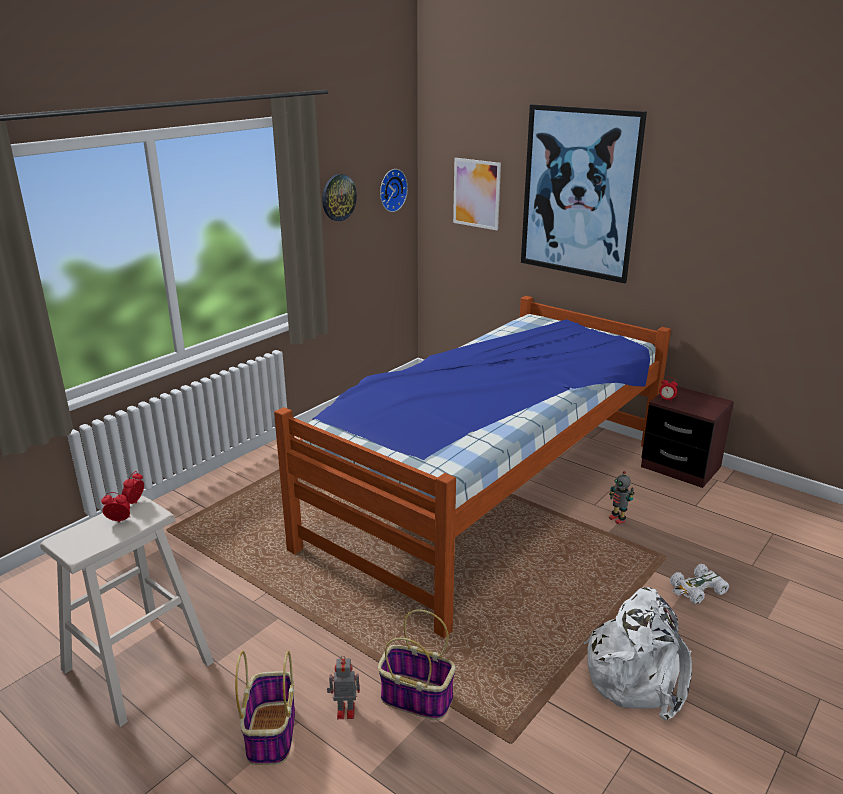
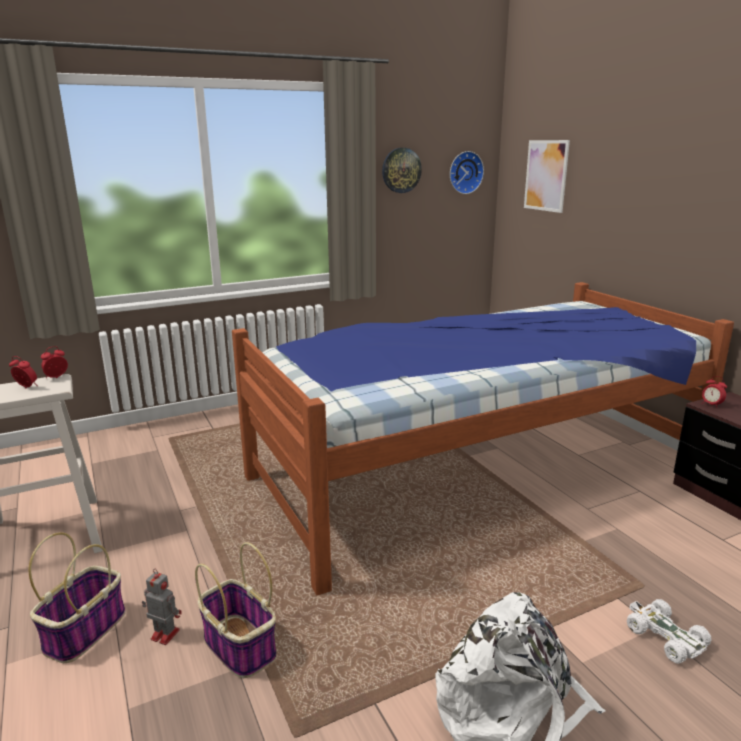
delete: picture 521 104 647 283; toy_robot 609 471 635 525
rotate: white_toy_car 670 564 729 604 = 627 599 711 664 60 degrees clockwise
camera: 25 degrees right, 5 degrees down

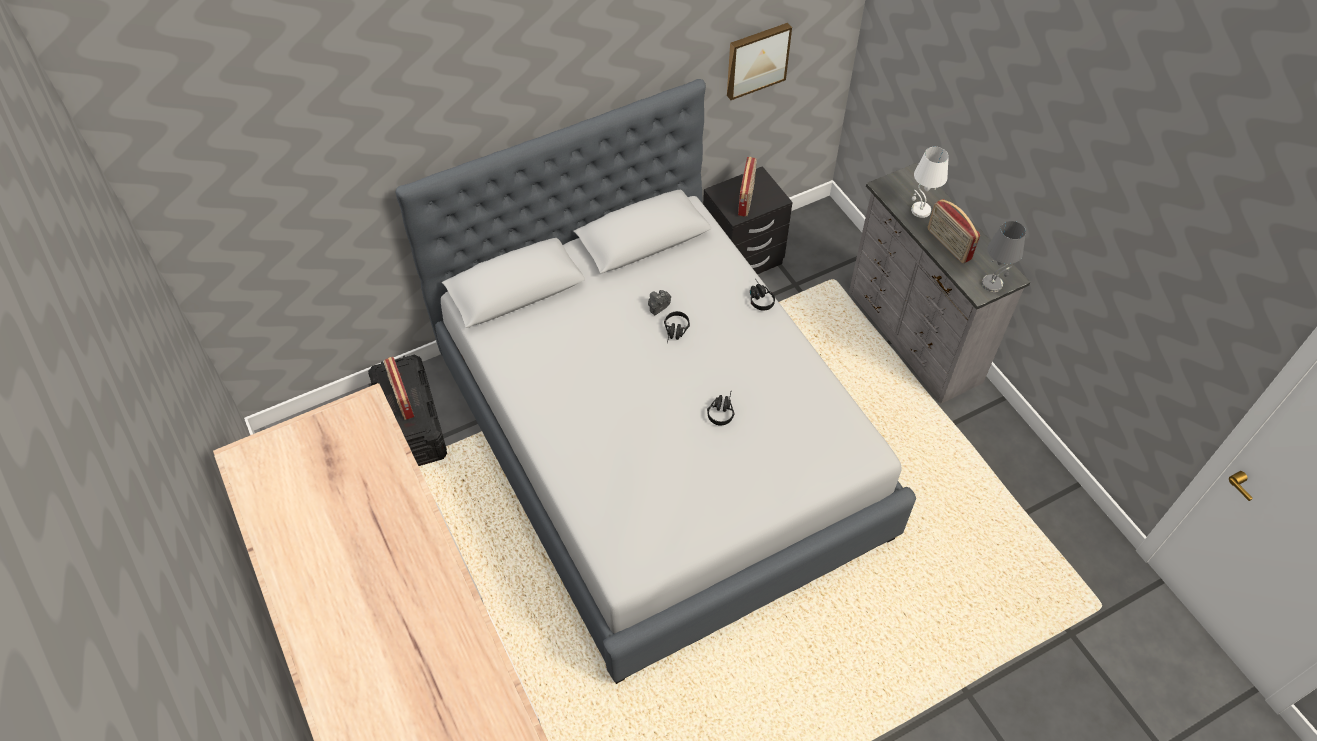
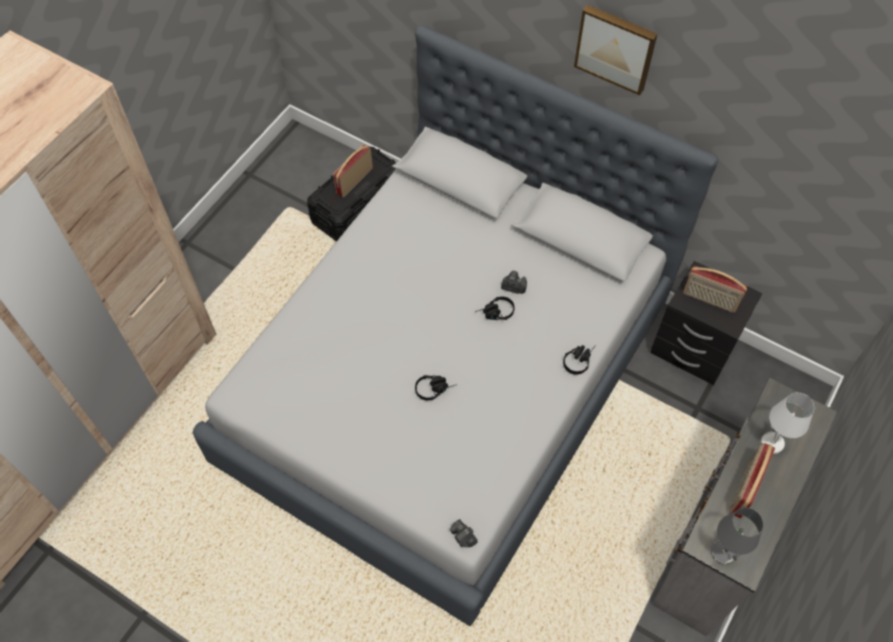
insert: photo_camera 450 519 478 547
move: picture 727 23 792 100 to 574 5 657 95
rotate: radio 738 157 757 217 = 683 266 747 313 45 degrees clockwise
camera: 60 degrees right, 5 degrees up

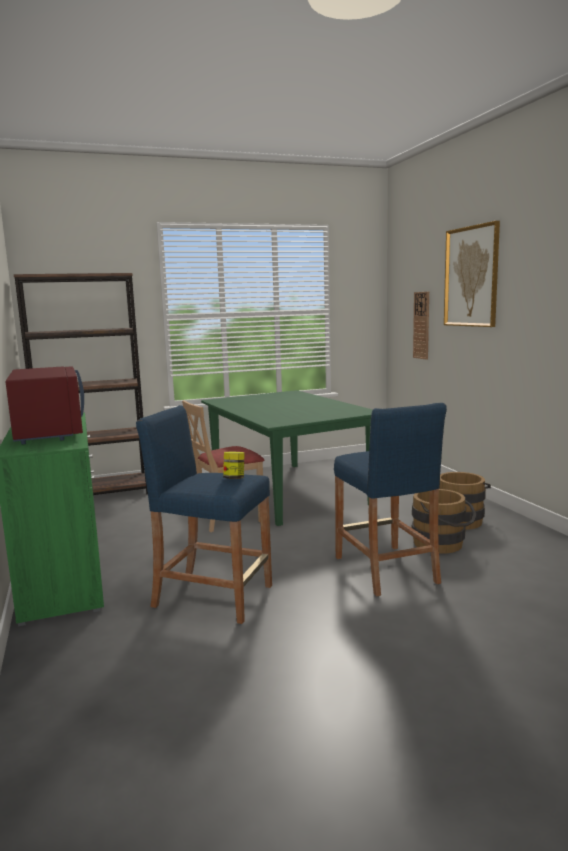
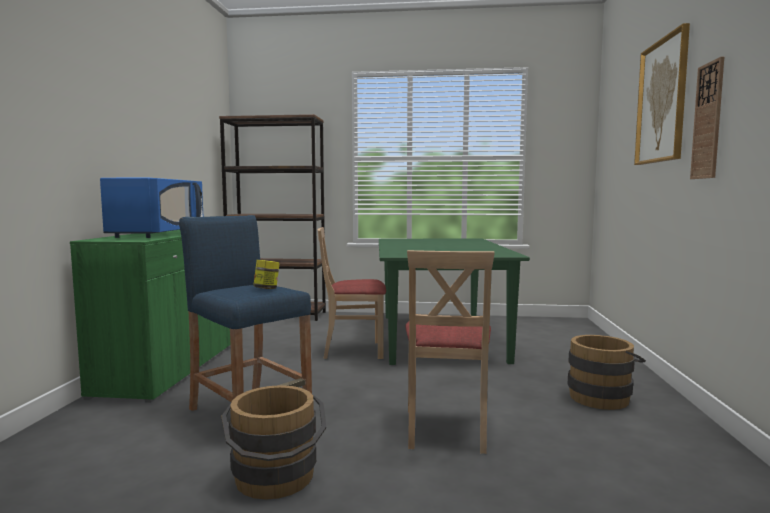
move: brown_bucket 412 489 476 554 to 221 385 326 500; wall_clock 413 292 429 360 to 690 57 724 179
replace: blue_stool 334 403 447 596 to beige_chair 405 250 495 454
recolor: red_microwave 5 366 84 444 to blue_microwave 100 178 203 238
camera: 25 degrees right, 5 degrees down

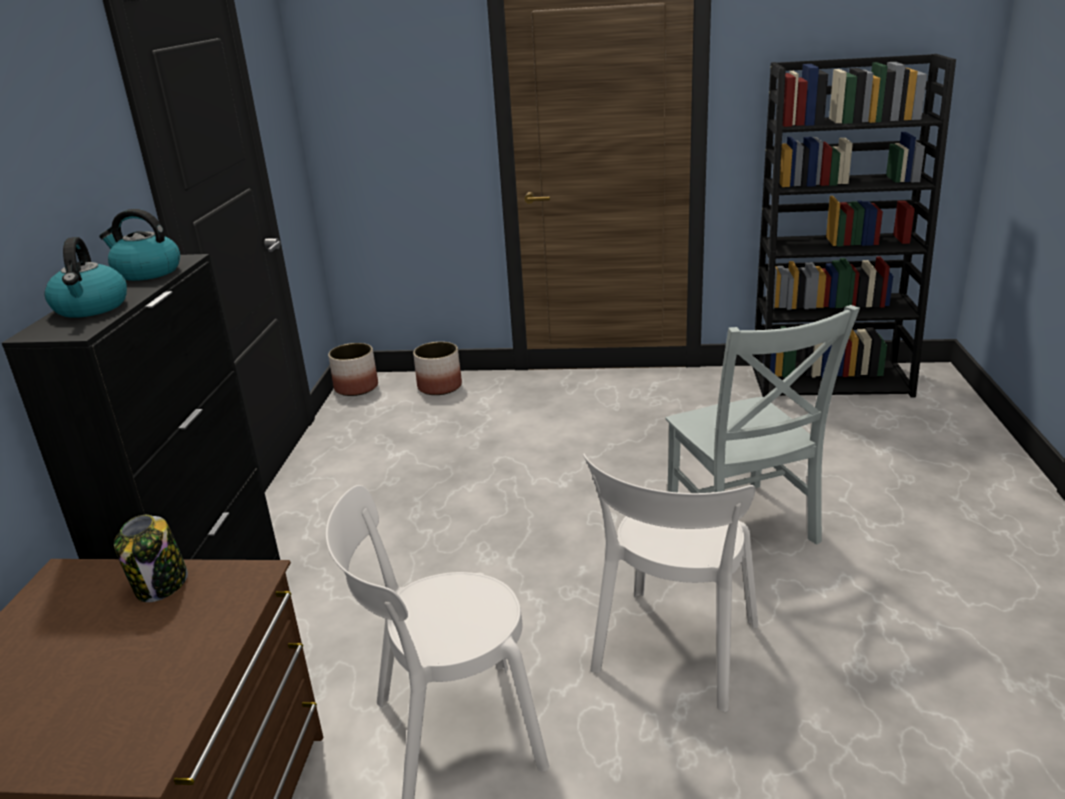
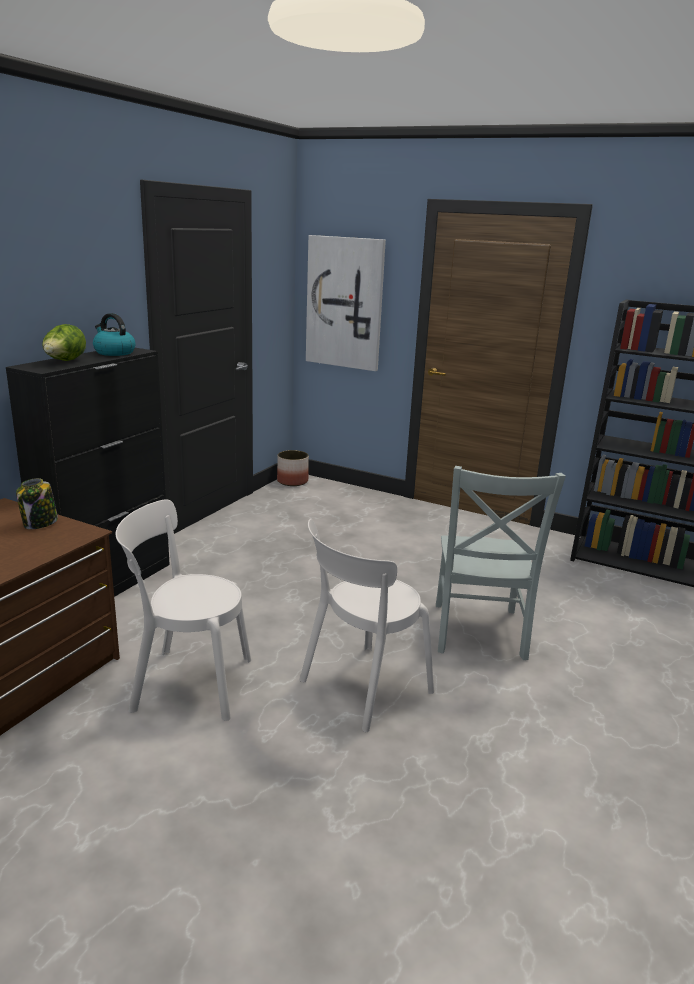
delete: planter 413 342 462 395
insert: picture 306 235 386 371
replace: kettle 45 237 127 318 to lettuce 42 324 86 361
camera: 20 degrees right, 5 degrees down

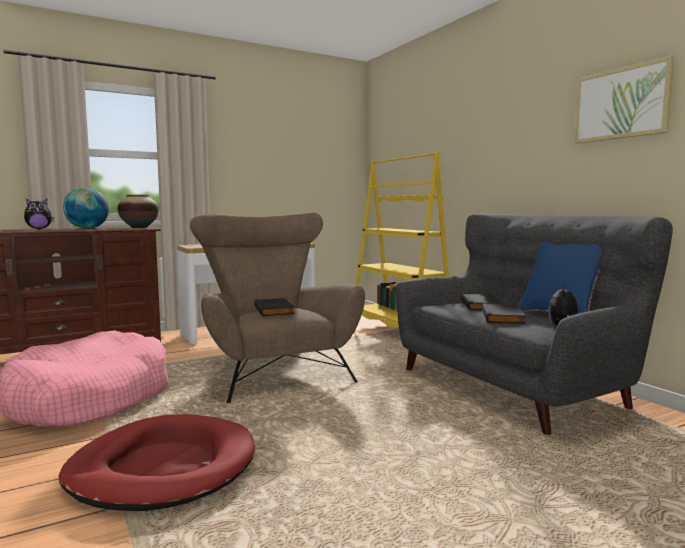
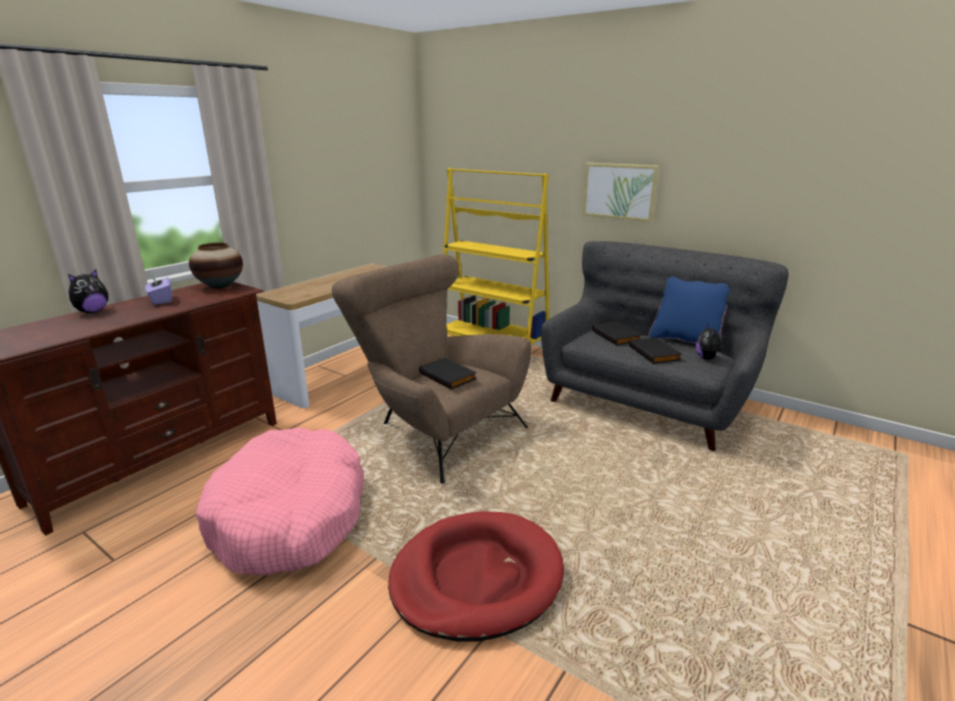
move: picture 574 55 675 144 to 583 163 659 222
replace: globe 63 187 109 229 to purple_tissue_box 145 274 172 305
camera: 25 degrees left, 15 degrees up

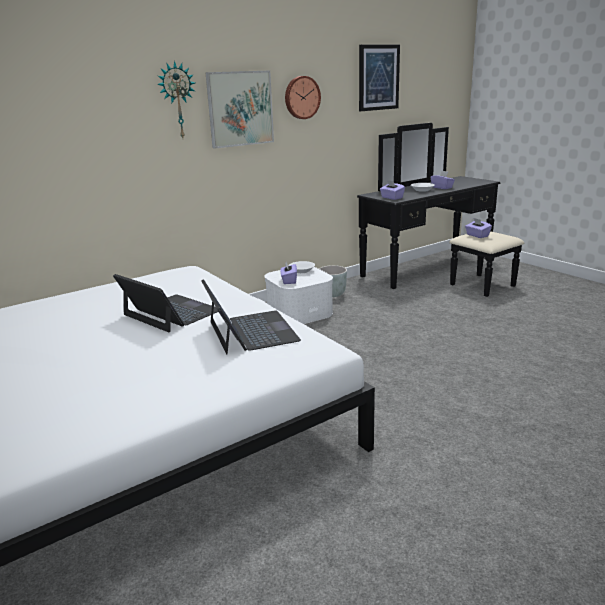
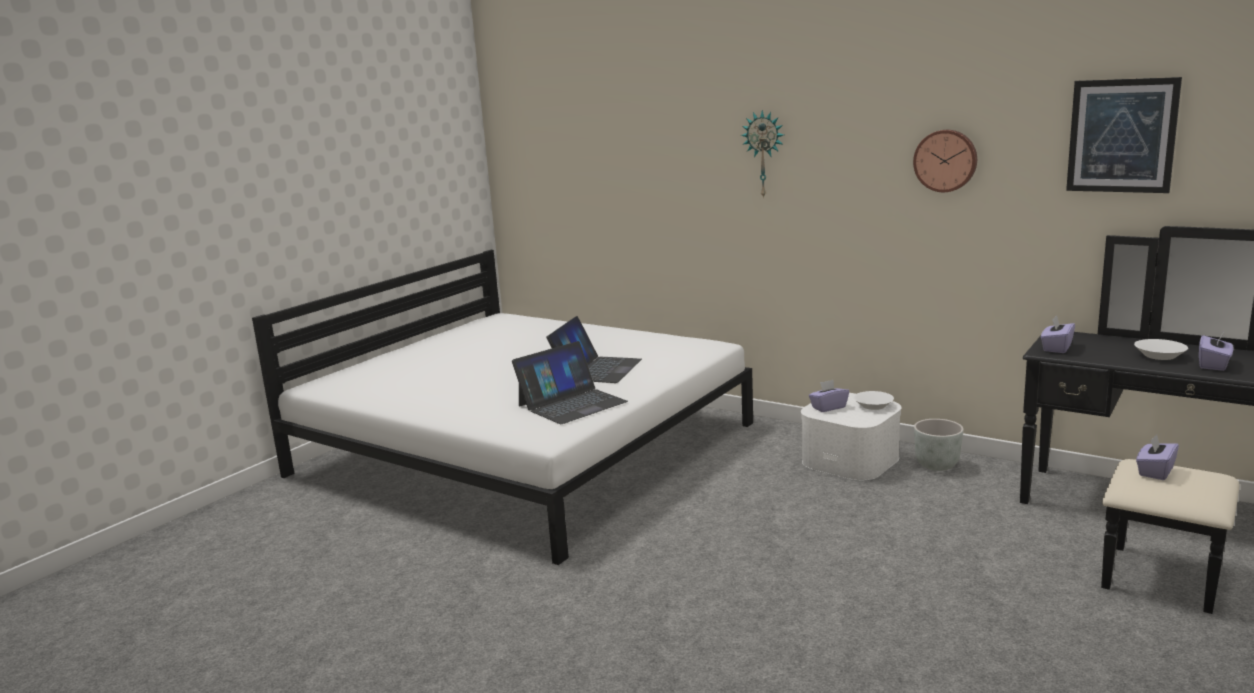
delete: picture 205 71 274 149
camera: 70 degrees right, 5 degrees down

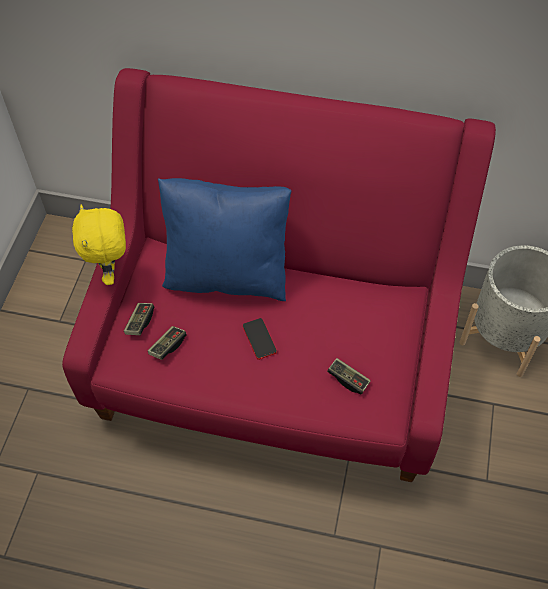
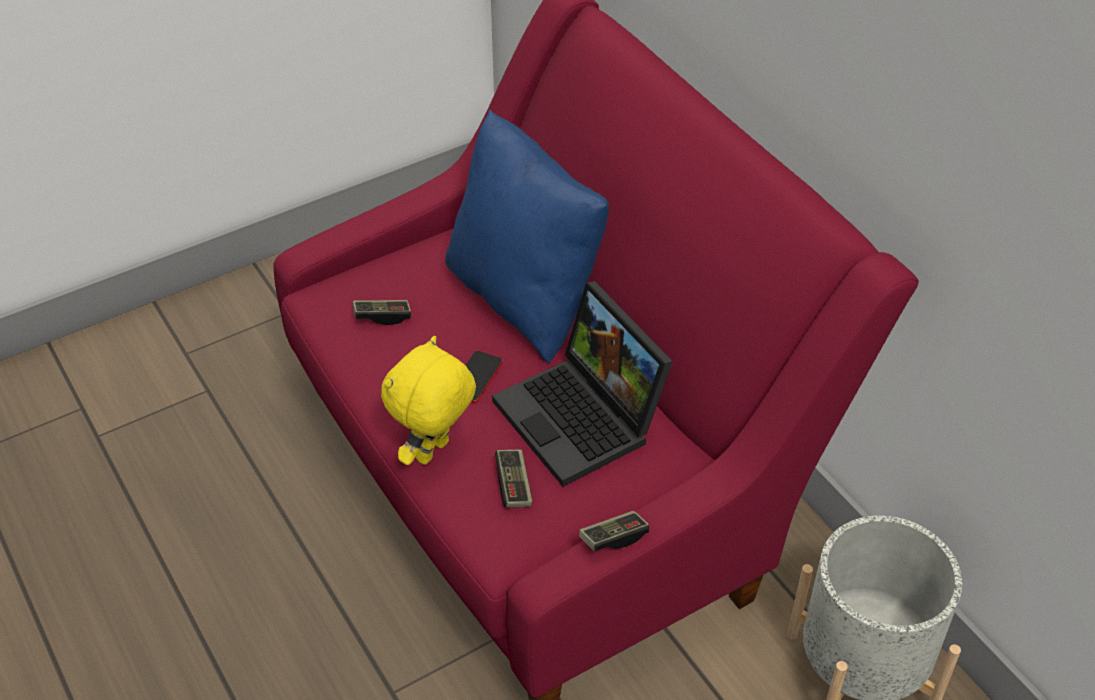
insert: laptop 492 281 673 487
move: yellow_plush_toy 72 205 126 285 to 381 336 476 465; game_controller 124 303 154 335 to 579 511 649 551
camera: 45 degrees right, 10 degrees down

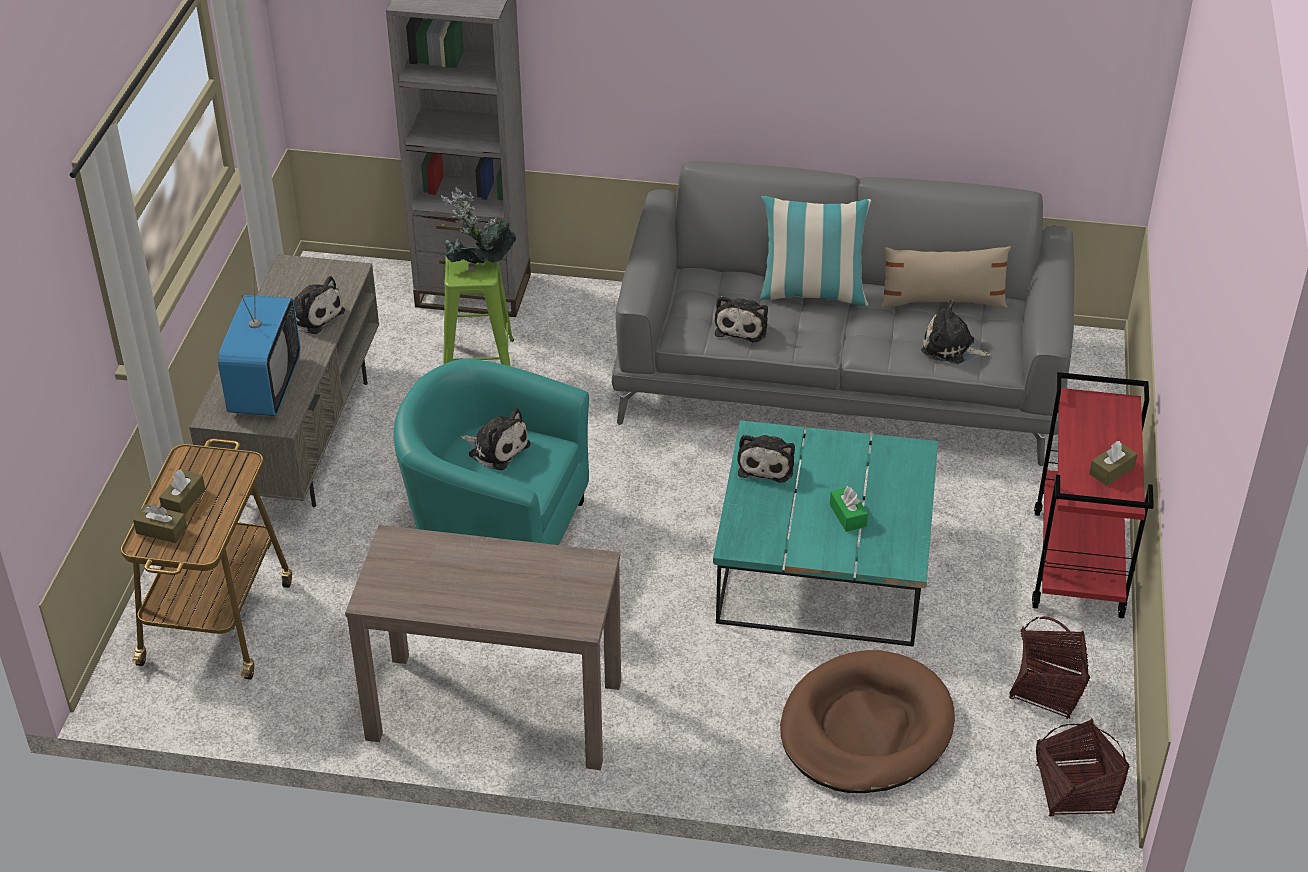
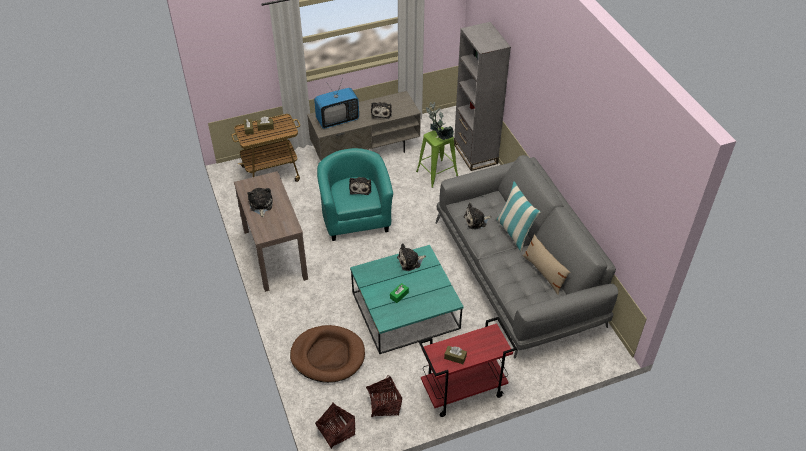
move: plush_toy 921 300 991 364 to 247 188 273 218
camera: 60 degrees right, 5 degrees up

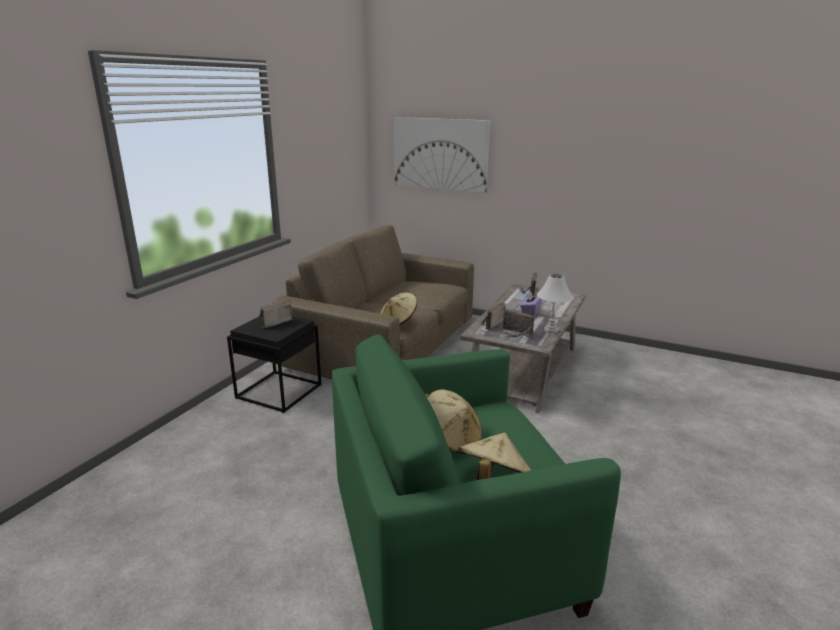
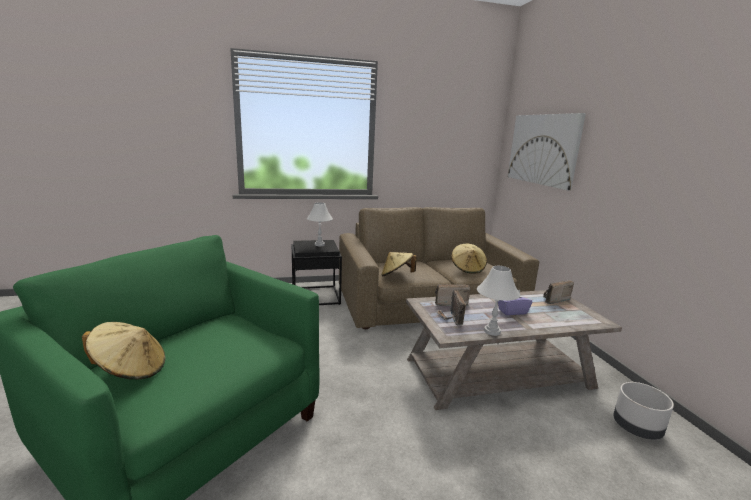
insert: grey_planter 613 382 674 440
move: beige_hat 425 389 482 454 to 451 244 487 274
replace: radio 259 301 293 328 to white_table_lamp 307 202 333 246
camera: 50 degrees right, 5 degrees down

